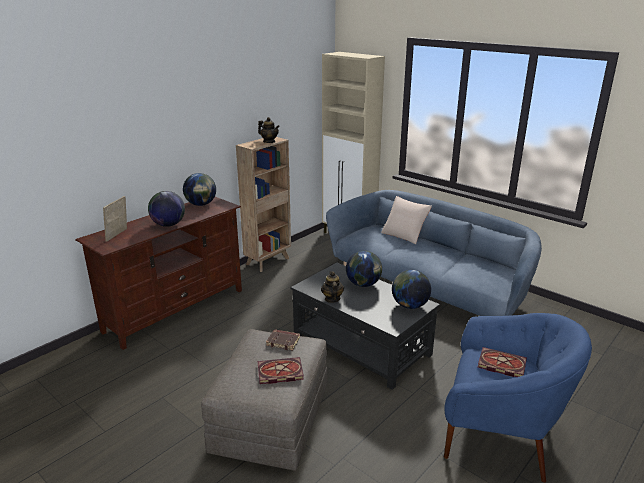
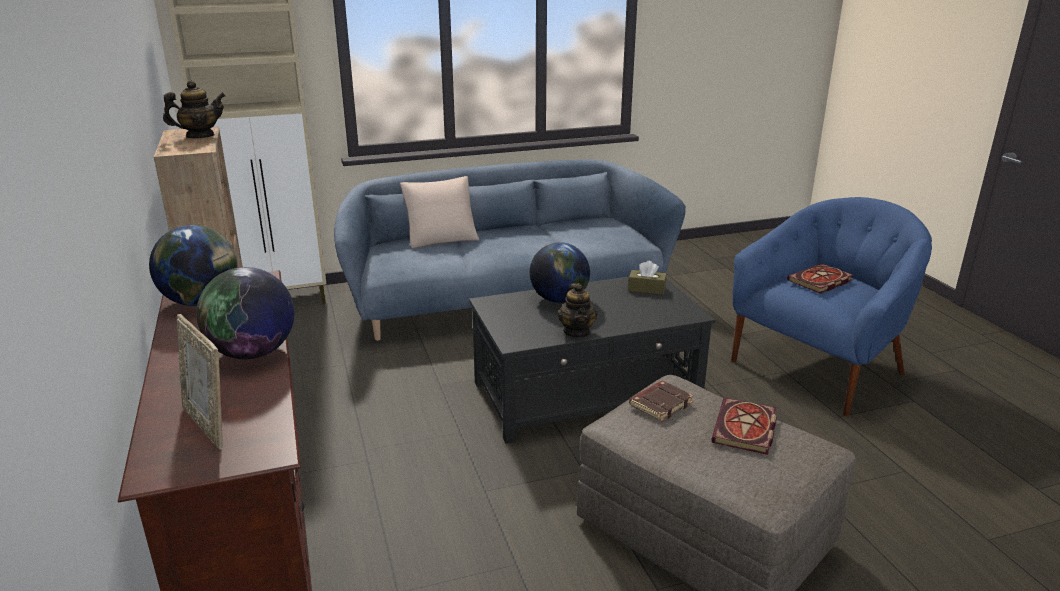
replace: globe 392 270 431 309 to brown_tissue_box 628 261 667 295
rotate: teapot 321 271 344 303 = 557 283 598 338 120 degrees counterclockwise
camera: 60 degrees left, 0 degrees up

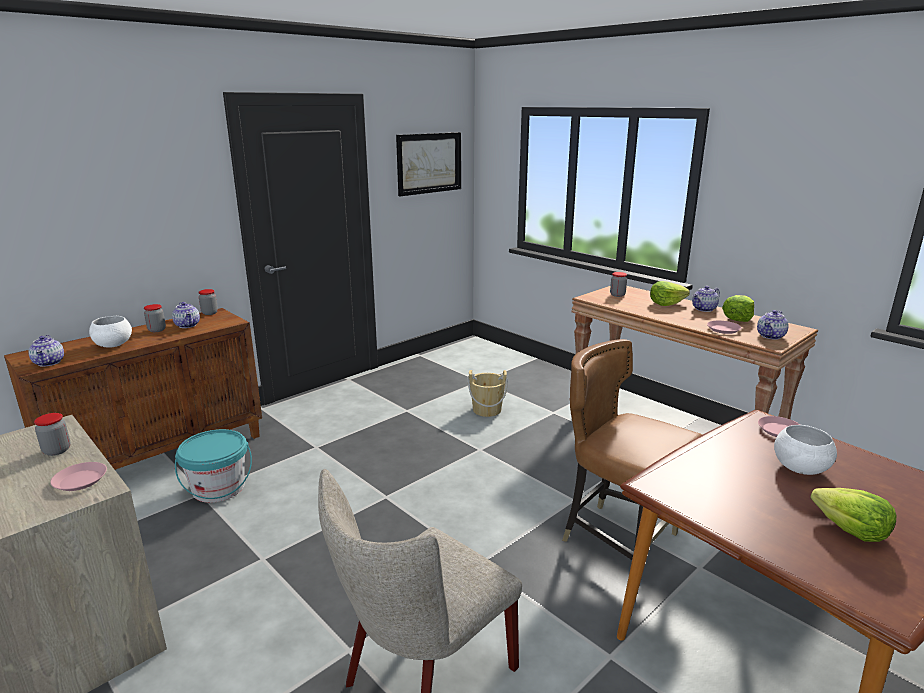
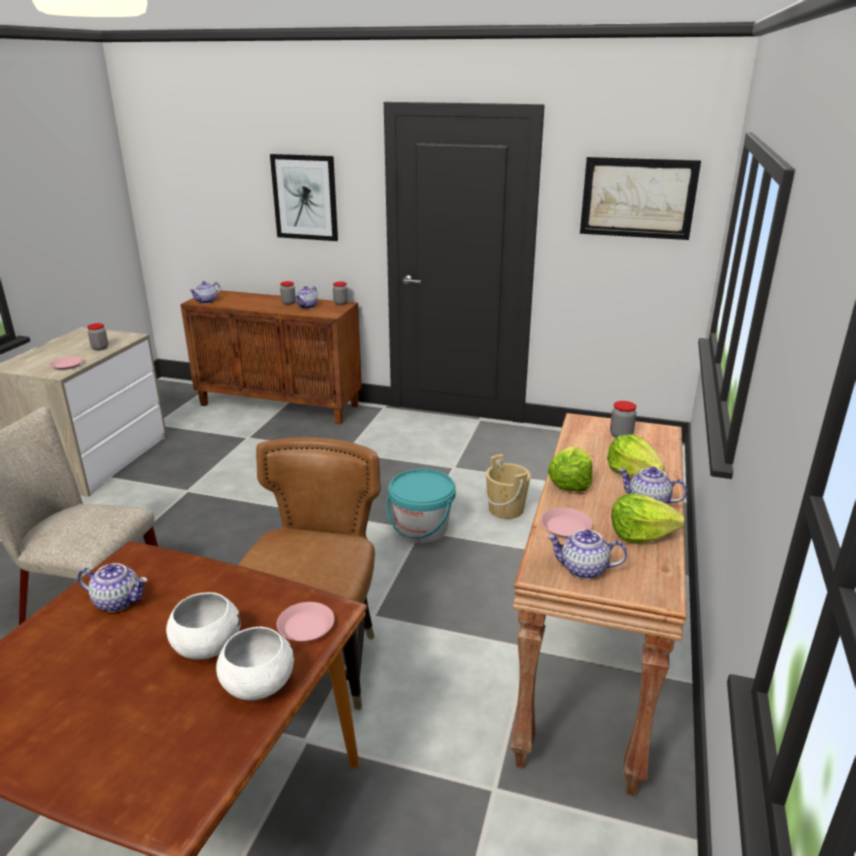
insert: teapot 77 563 147 612; picture 270 154 338 241
move: white_bowl 89 316 132 348 to 216 627 294 700; turquoise_bucket 175 429 252 503 to 387 469 456 543; lettuce 810 488 896 542 to 548 447 593 491
camera: 60 degrees right, 5 degrees up

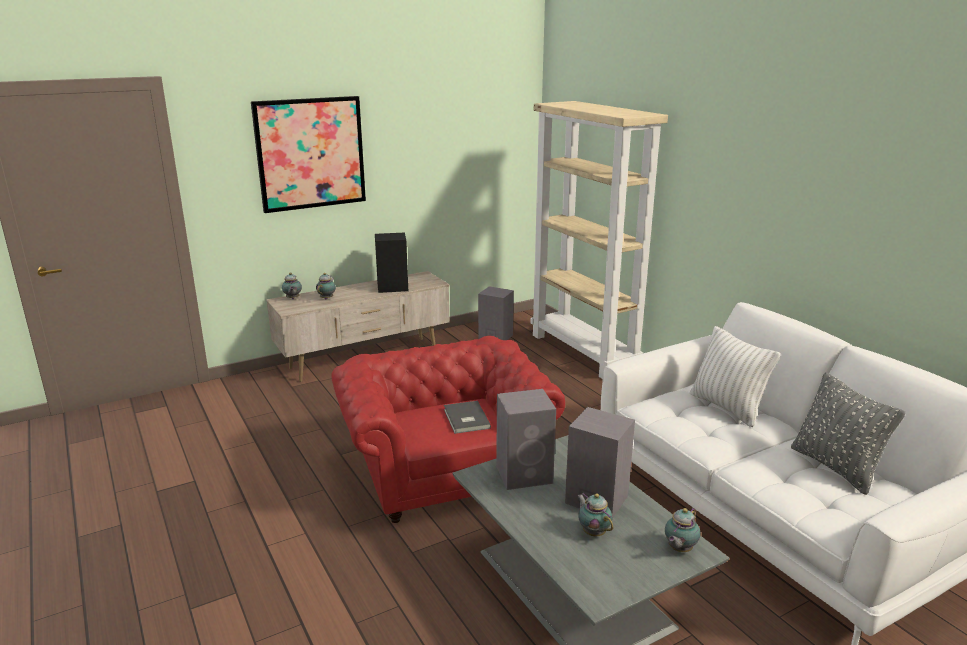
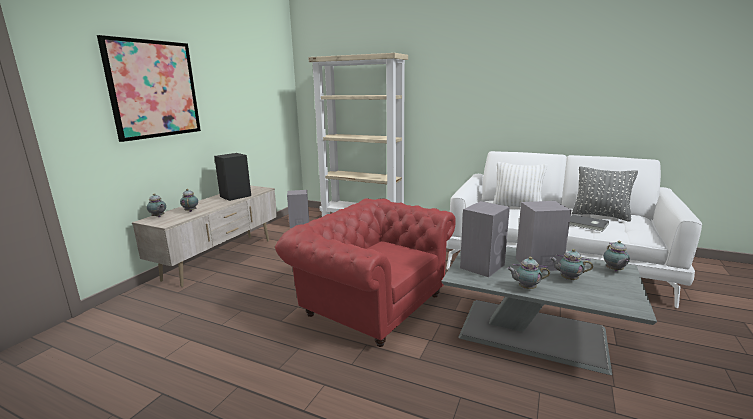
insert: teapot 507 257 550 289
move: grey_book 444 401 491 434 to 569 215 609 232
camera: 35 degrees left, 5 degrees down

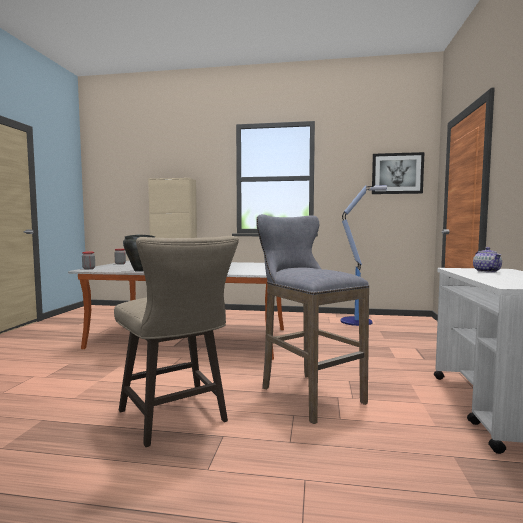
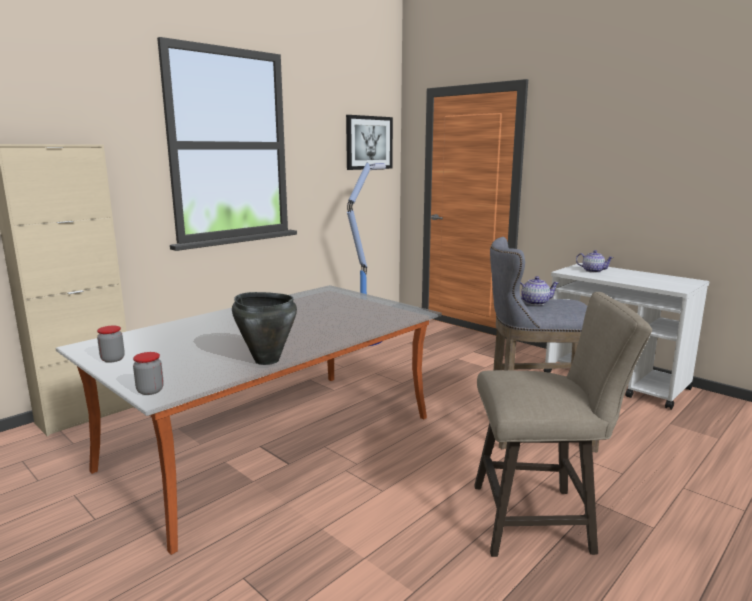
insert: teapot 520 276 559 306
camera: 55 degrees left, 10 degrees up

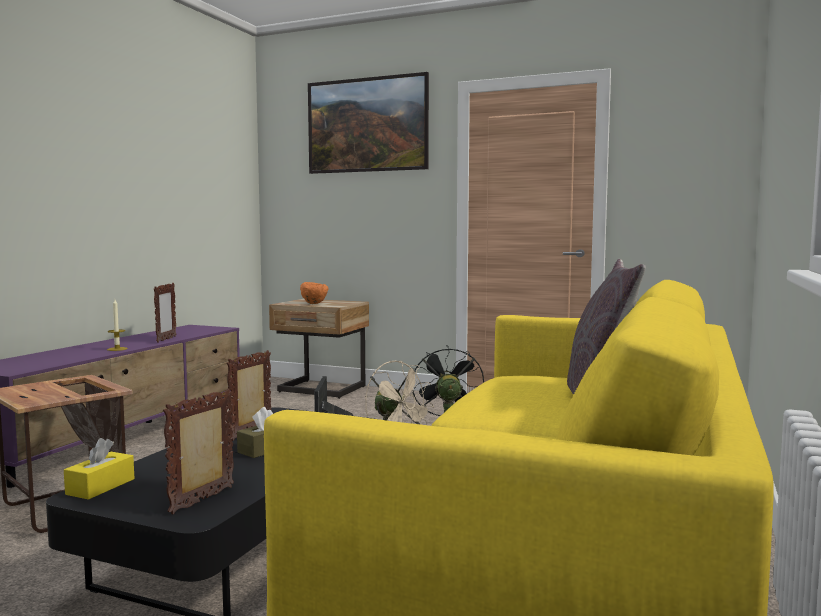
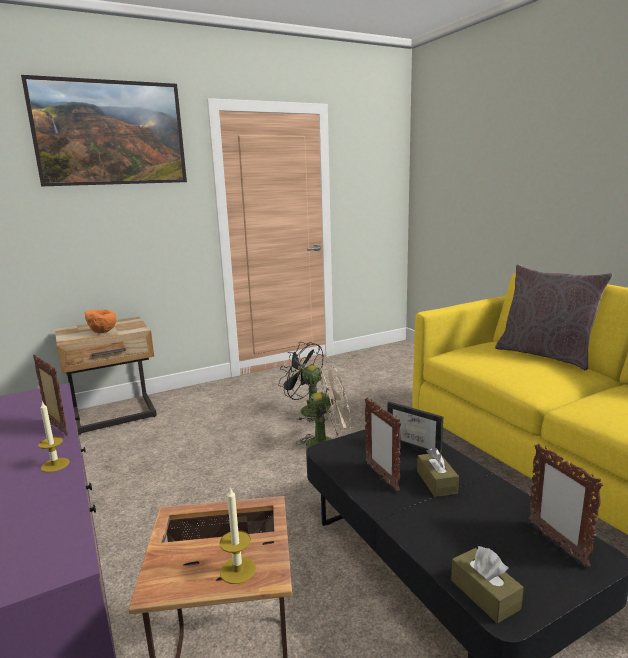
insert: candle 220 486 256 584
recolor: yellow_tissue_box 64 438 134 500 to brown_tissue_box 451 546 524 623
camera: 50 degrees left, 10 degrees up

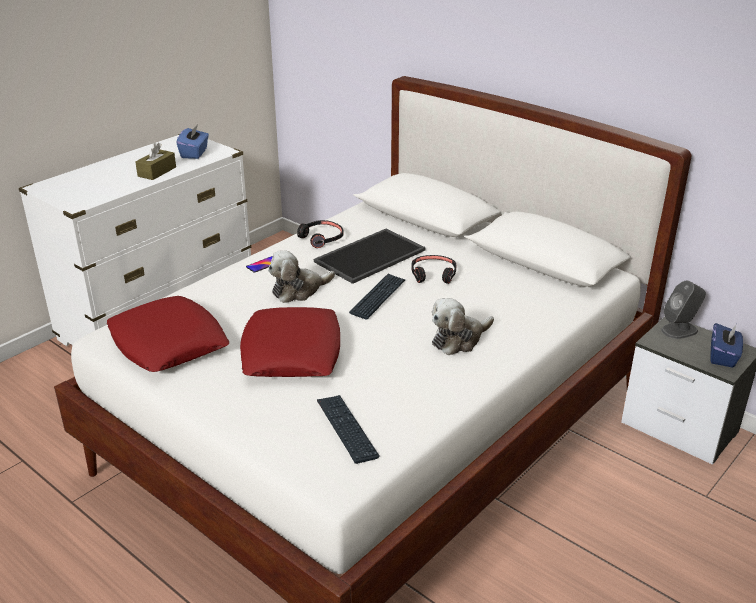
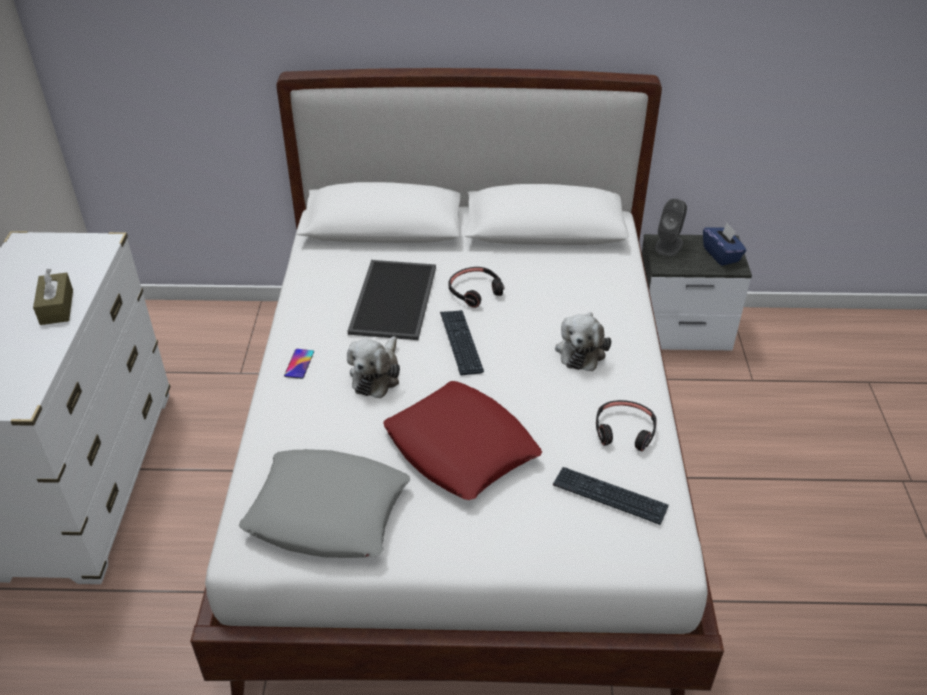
delete: blue_tissue_box 176 124 209 159
move: black_headphones 297 220 344 248 to 596 400 657 452
recolor: red_pillow 107 296 230 372 to grey_pillow 239 449 410 558
camera: 40 degrees left, 10 degrees up

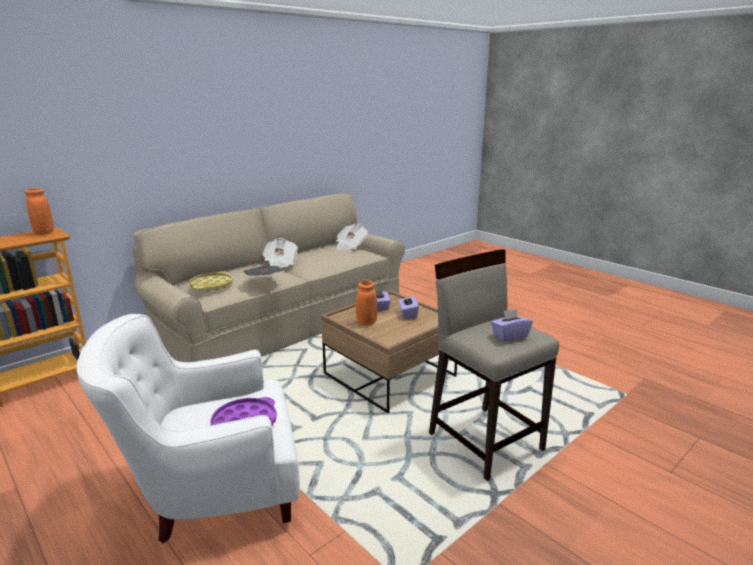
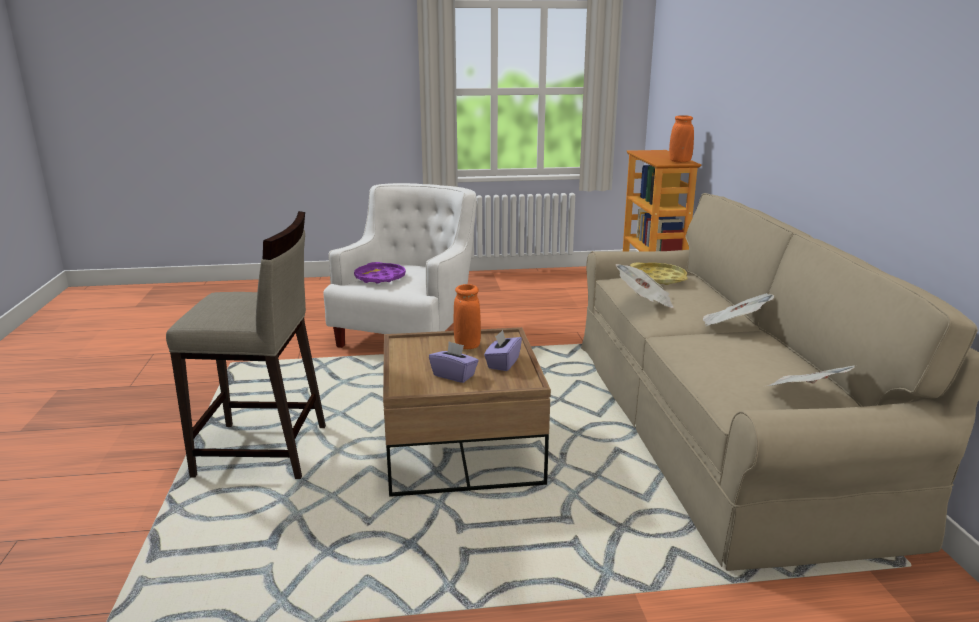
delete: purple_tissue_box 491 309 533 342
camera: 125 degrees right, 0 degrees up

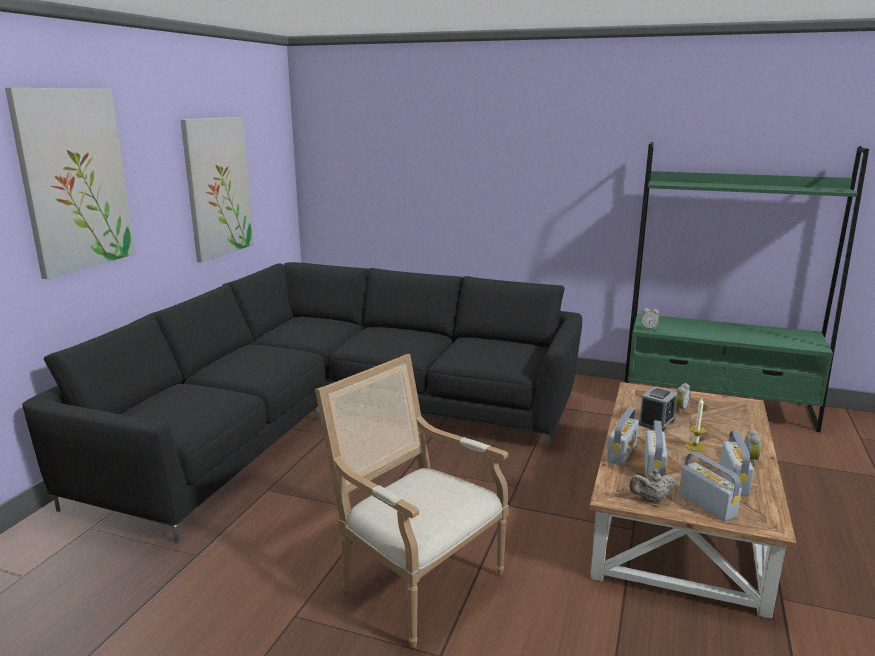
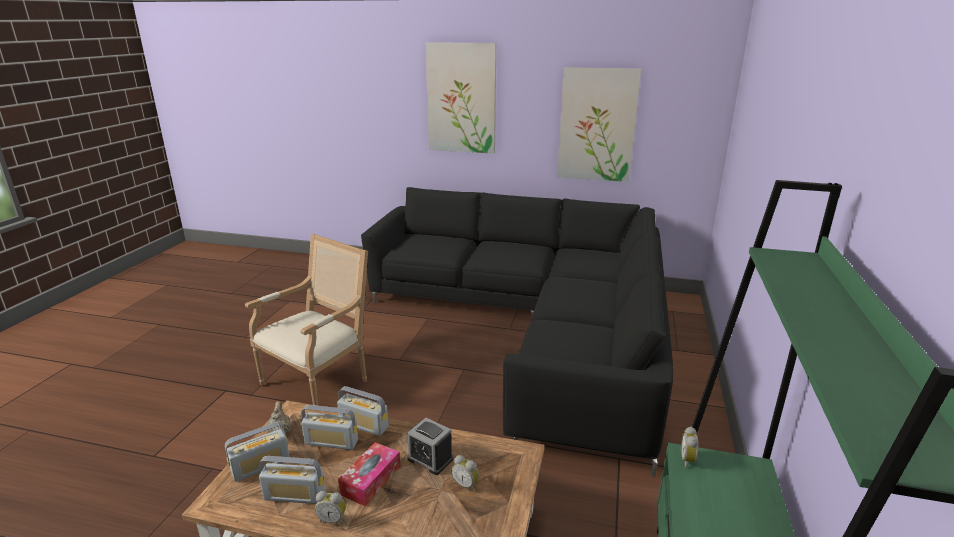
replace: candle 685 398 707 451 to tissue_box 338 442 401 506
camera: 85 degrees right, 5 degrees up

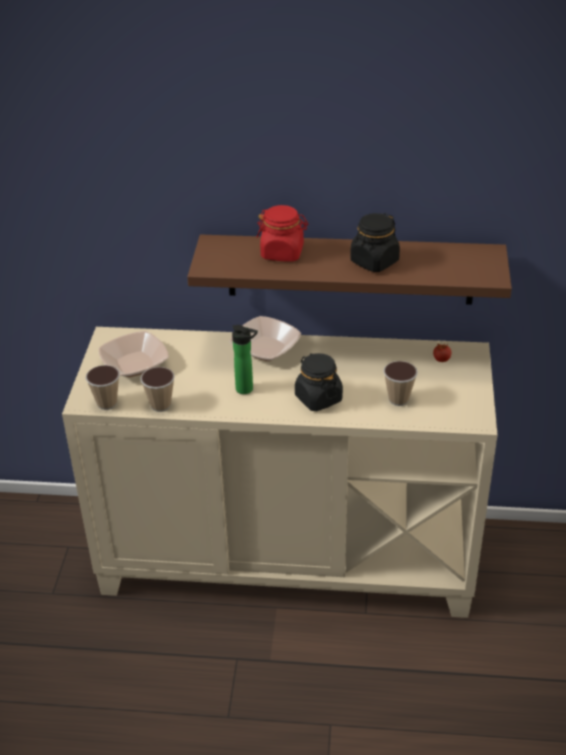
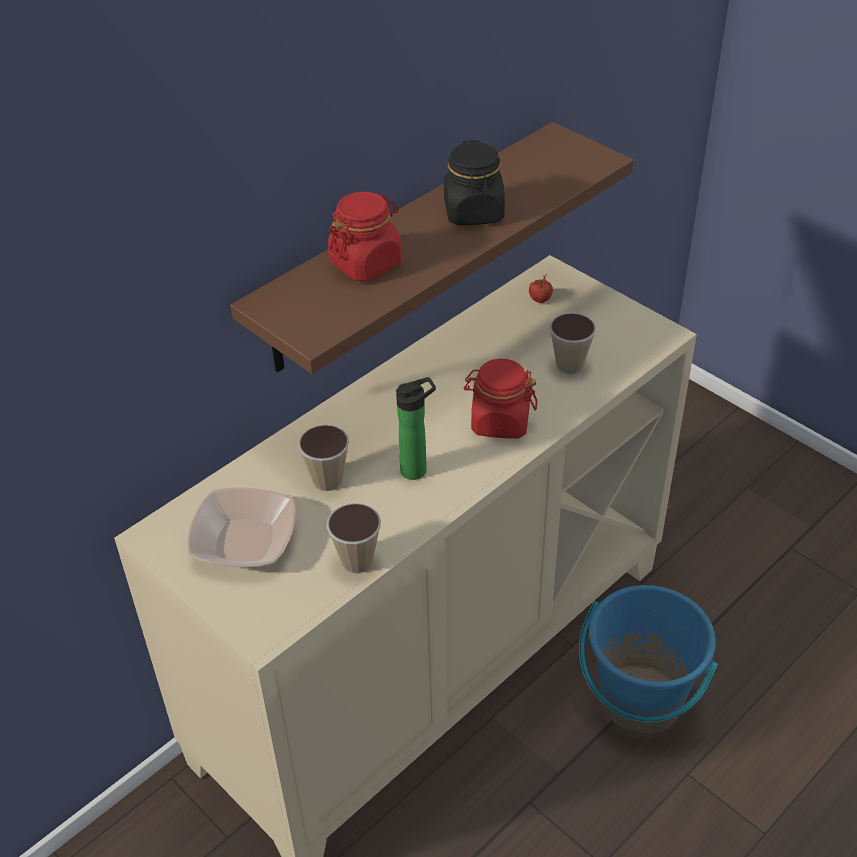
delete: bowl 229 316 301 361
insert: blue_bucket 579 585 718 734
move: cup 86 365 120 410 to 298 425 349 491
recolor: black_jar 295 353 343 411 to red_jar 464 359 538 439
camera: 50 degrees left, 5 degrees up

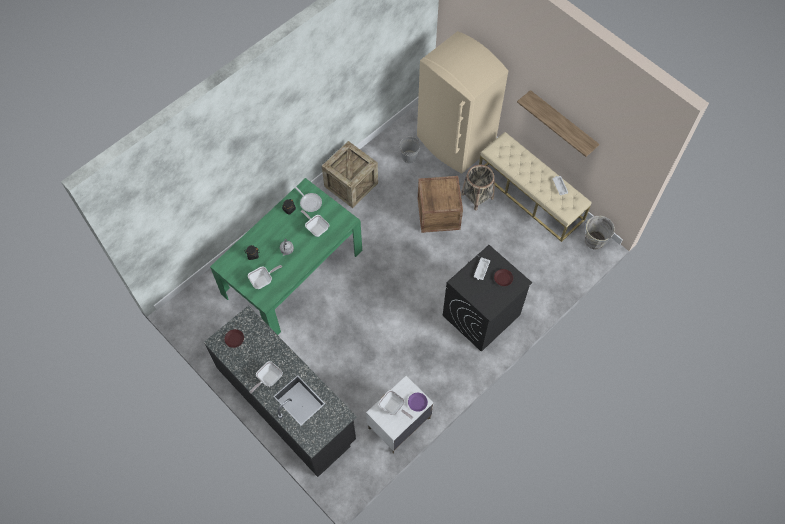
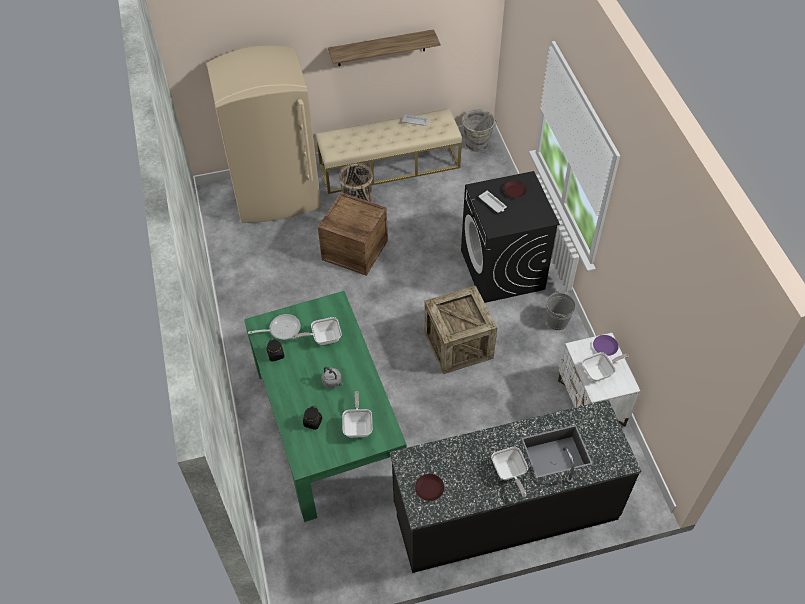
move: crate 322 141 378 208 to 424 286 497 374; grey_bucket 400 136 420 163 to 546 291 575 330
camera: 60 degrees left, 10 degrees down

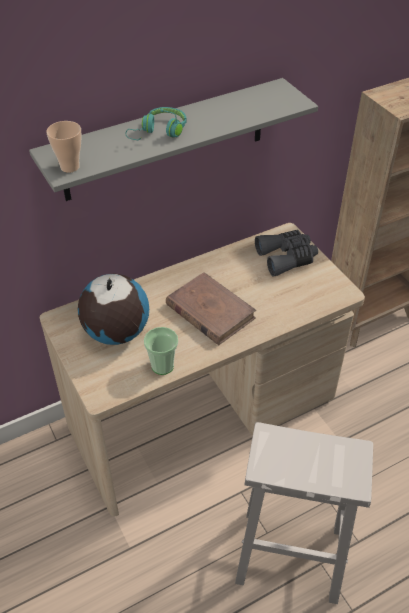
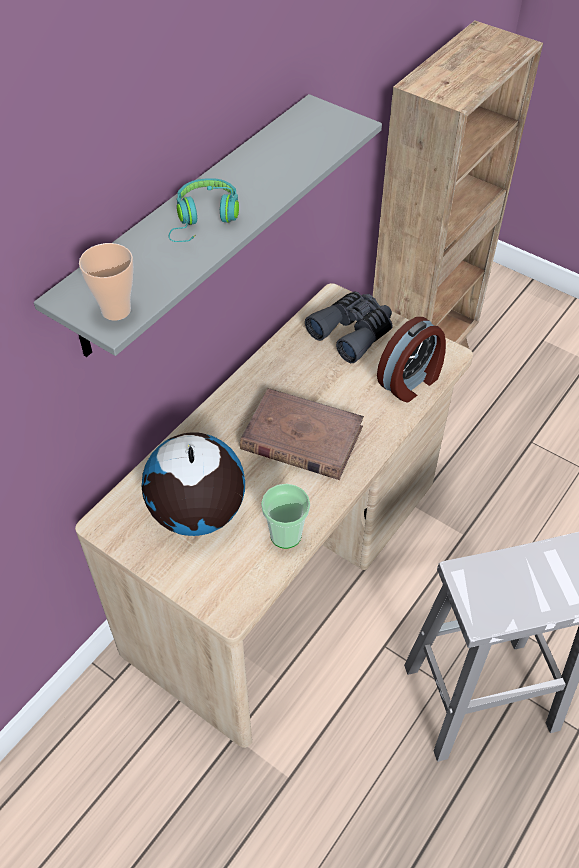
insert: alarm_clock 377 317 446 402
camera: 25 degrees left, 5 degrees up

